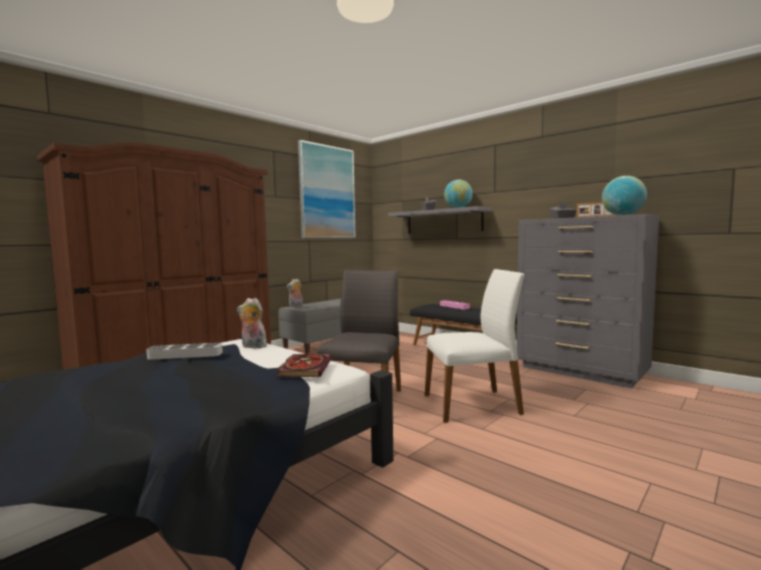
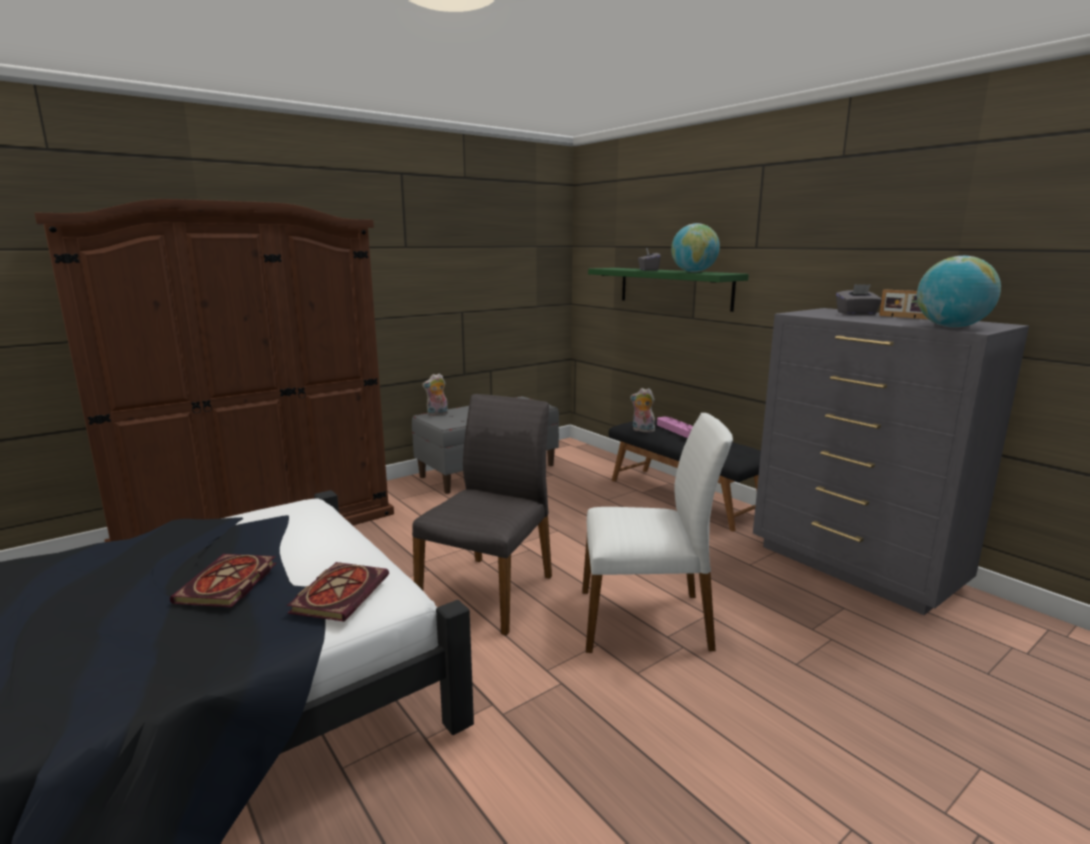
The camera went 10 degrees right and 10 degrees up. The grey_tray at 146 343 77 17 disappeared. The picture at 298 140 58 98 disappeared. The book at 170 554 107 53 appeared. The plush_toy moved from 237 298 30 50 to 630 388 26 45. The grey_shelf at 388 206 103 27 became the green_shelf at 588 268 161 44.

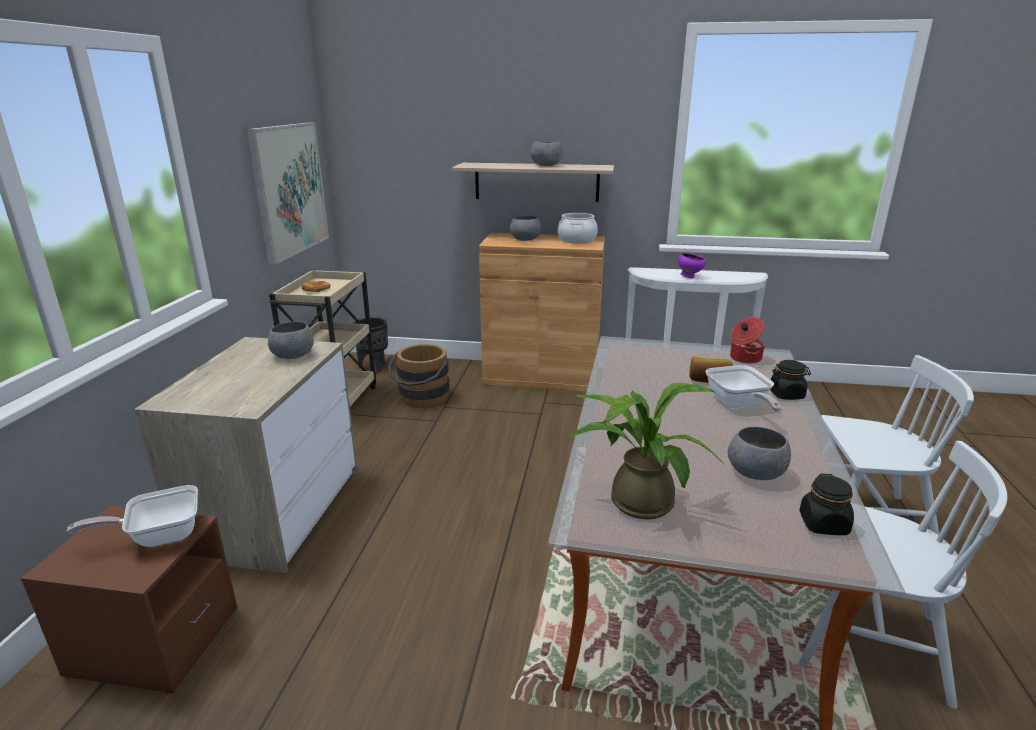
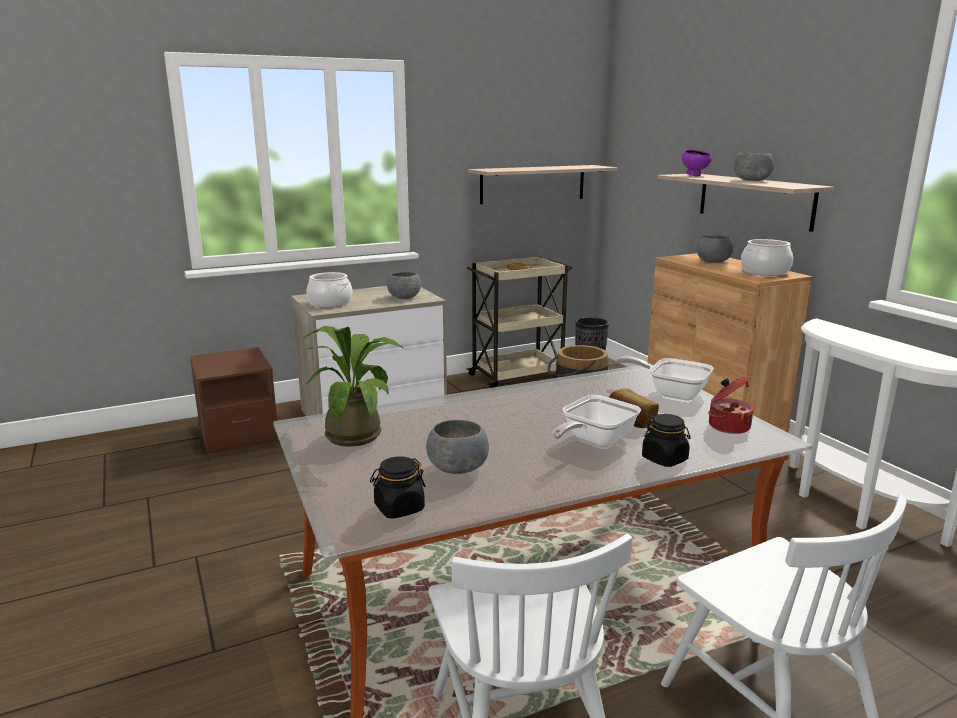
The camera went 55 degrees right and 5 degrees down. The cooking_pot at 307 272 45 35 appeared. The frying_pan moved from 67 485 131 62 to 617 356 97 45. The purple_bowl moved from 678 253 28 25 to 682 150 30 26. The picture at 246 122 83 143 was replaced by the shelf at 468 165 150 39.

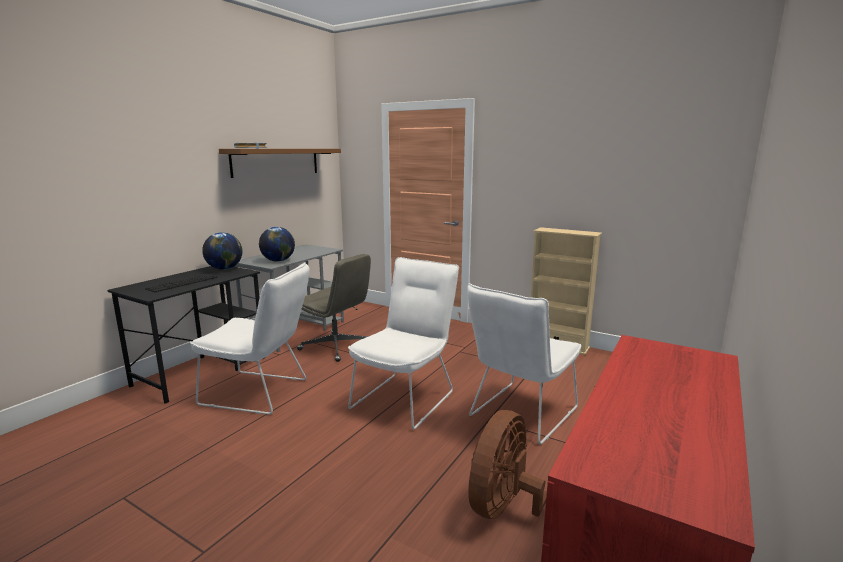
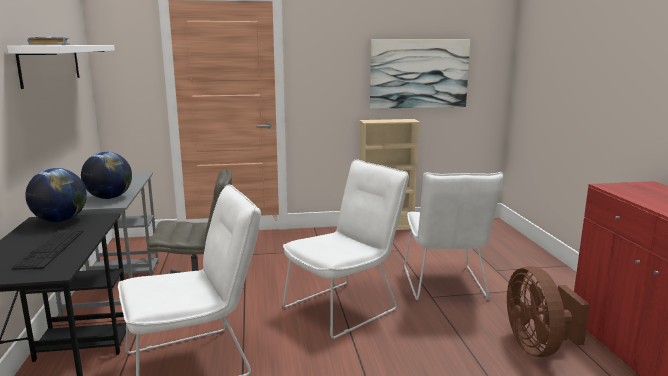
The camera went 40 degrees left and 0 degrees up. The picture at 370 39 100 70 appeared. The brown_shelf at 219 149 122 29 became the white_shelf at 7 45 108 44. The white_chair at 348 257 111 173 turned 60 degrees clockwise.

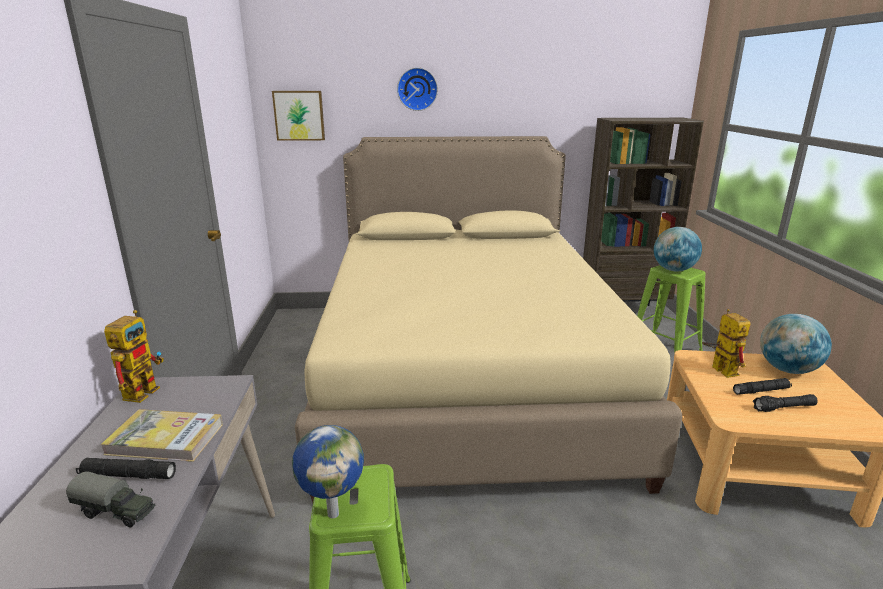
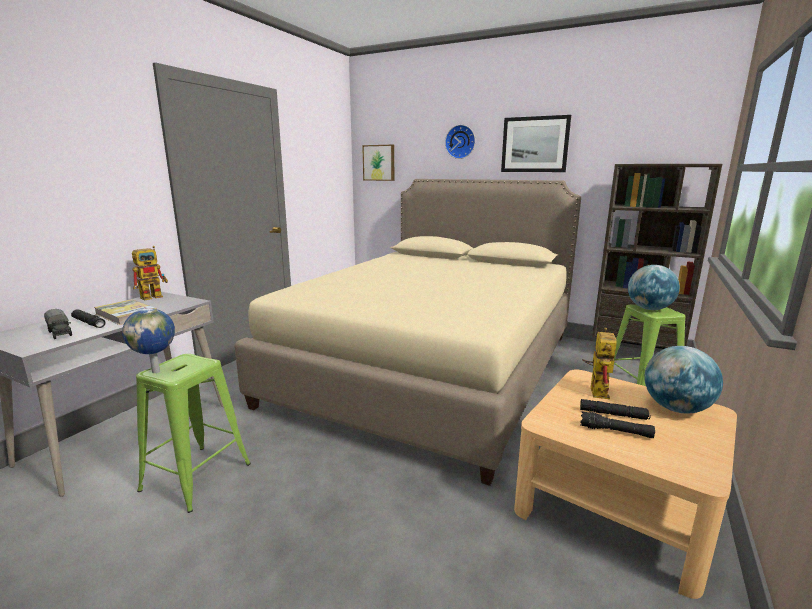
The camera went 30 degrees right and 5 degrees down. The picture at 501 115 70 57 appeared.

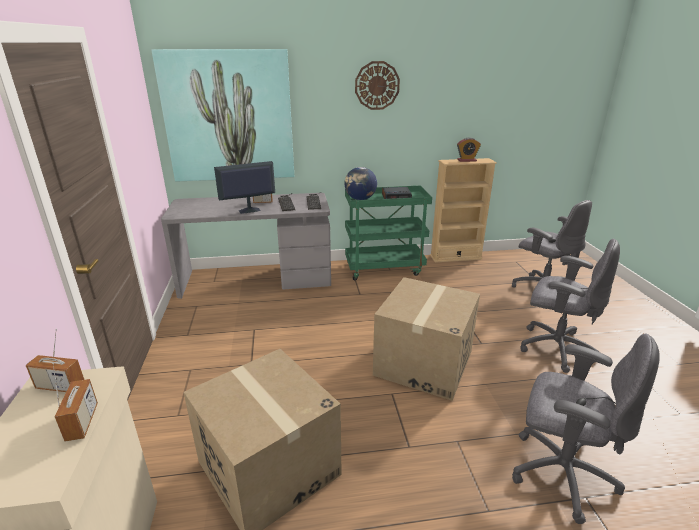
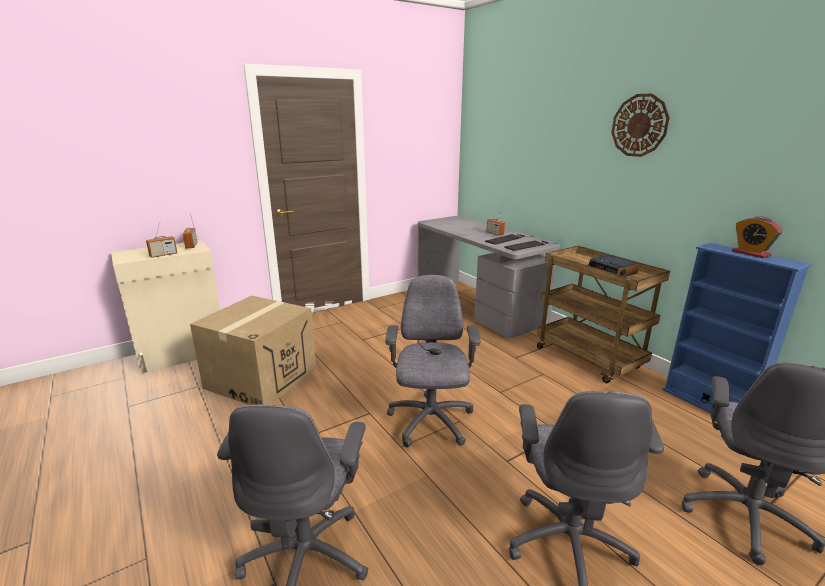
The camera went 65 degrees right and 5 degrees down. The picture at 152 49 142 132 disappeared. The monitor at 214 161 61 53 disappeared. The globe at 344 167 33 33 disappeared. The cardboard_box at 373 277 107 124 was replaced by the grey_office_chair at 385 275 95 172. The green_cart at 345 185 87 95 became the brown_cart at 537 246 133 137. The beige_bookcase at 430 158 67 105 became the blue_bookcase at 662 243 150 170.

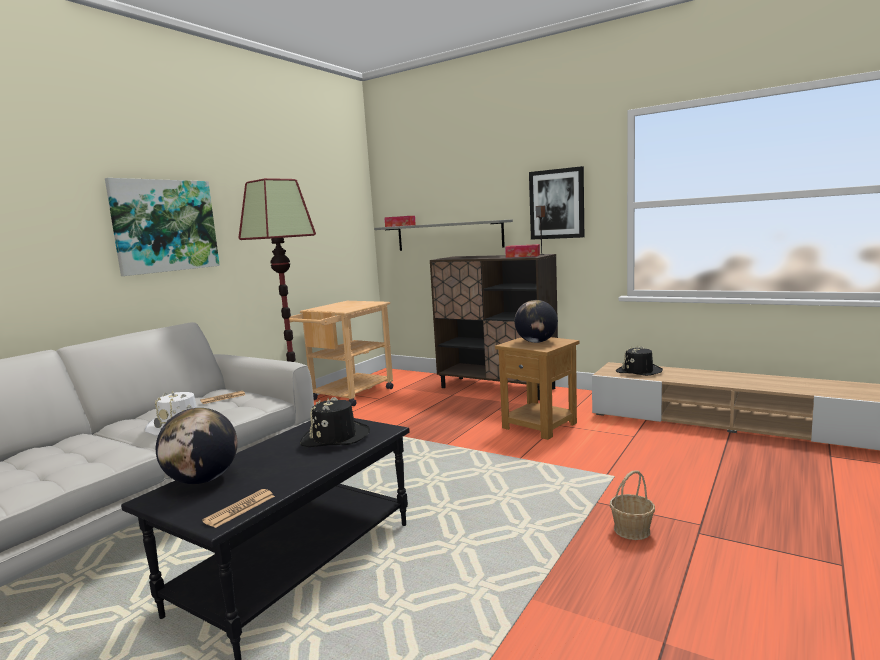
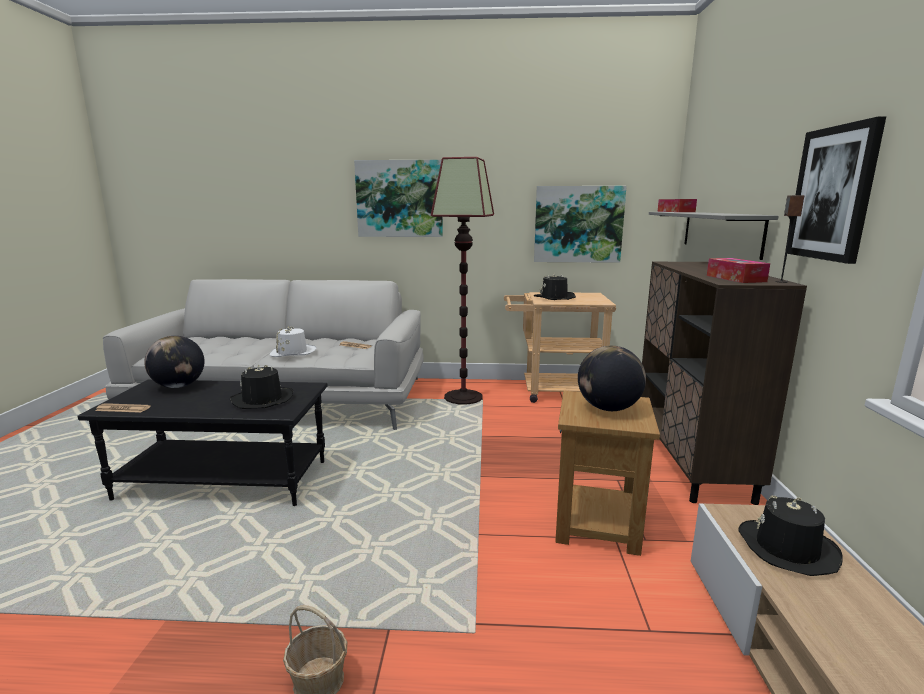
The camera went 60 degrees right and 5 degrees up. The picture at 534 186 93 77 appeared. The black_hat at 534 273 42 27 appeared.

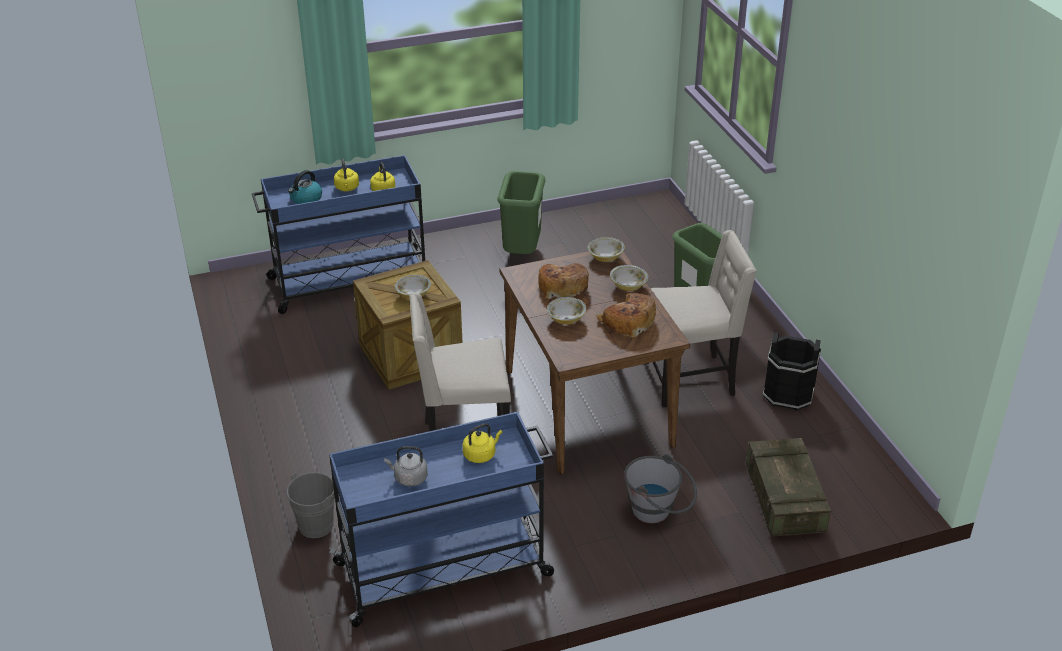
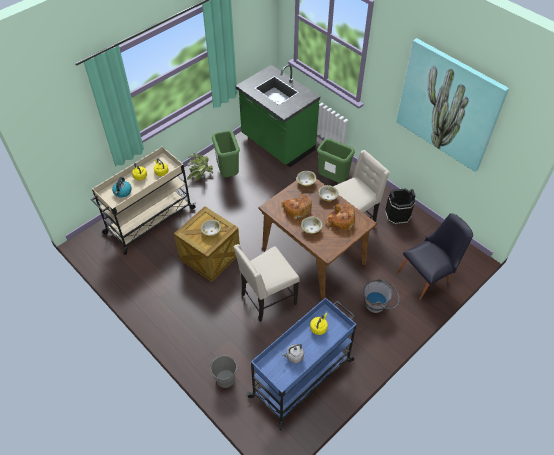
The camera went 25 degrees left and 15 degrees up. The potted_plant at 187 153 26 28 appeared. The green_counter at 236 65 84 102 appeared. The picture at 396 38 113 134 appeared. The crate at 746 438 85 99 was replaced by the black_chair at 397 213 76 87. The blue_cart at 252 155 173 159 became the beige_cart at 91 147 105 108.

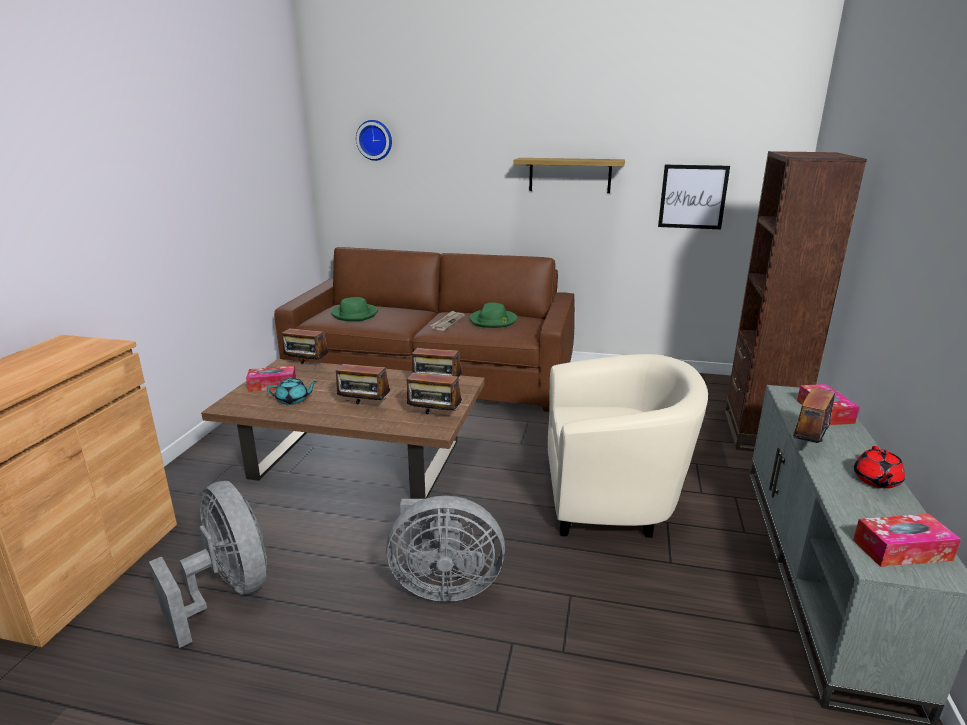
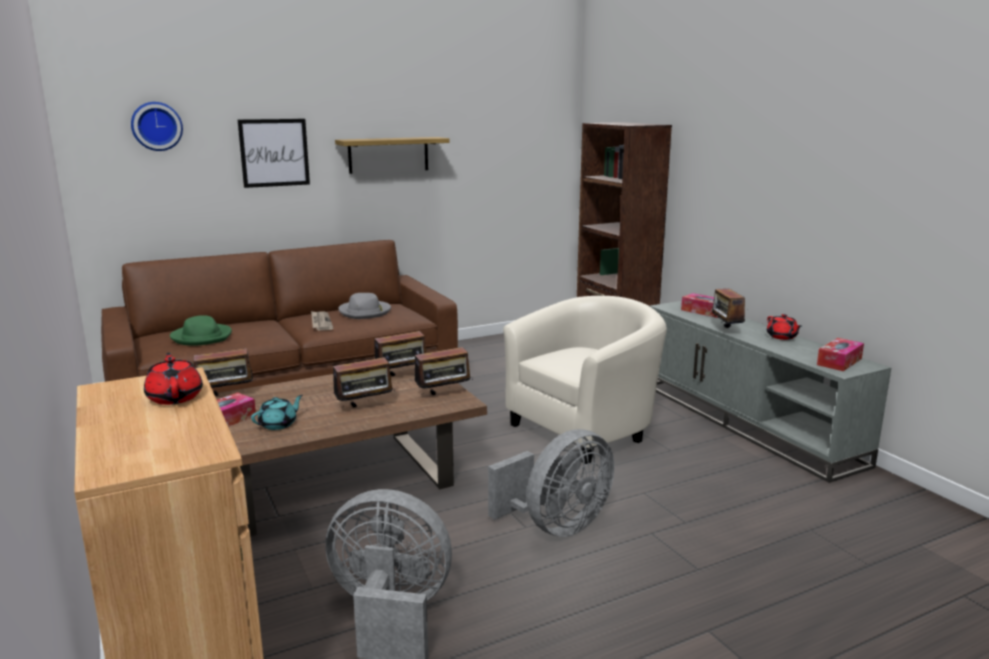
The camera went 40 degrees left and 5 degrees down. The red_teapot at 144 353 59 52 appeared. The picture moved from 658 165 72 64 to 238 119 72 69. The green_hat at 470 302 48 26 became the grey_hat at 338 293 53 26.

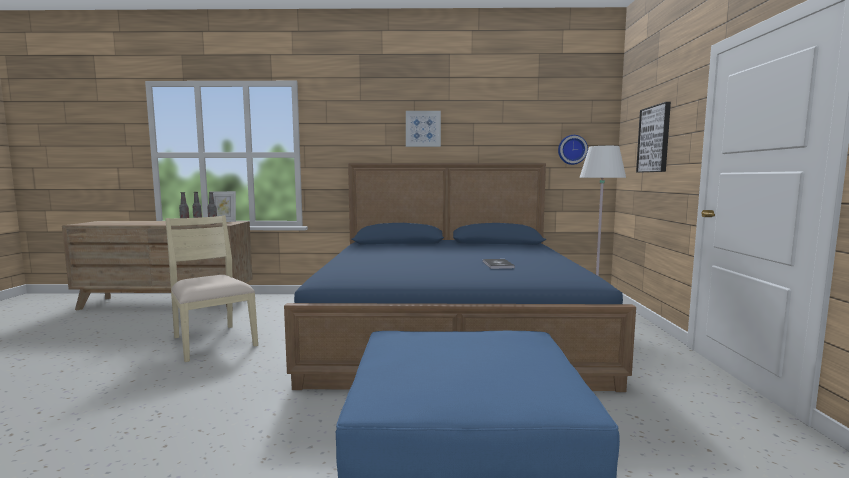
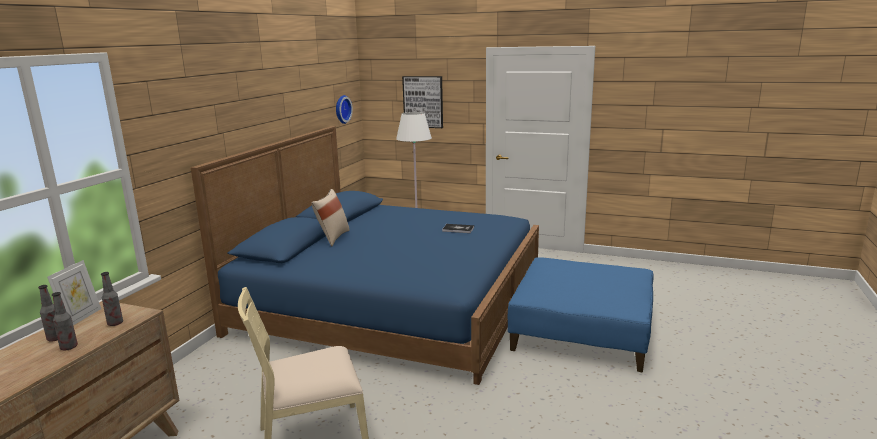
The camera went 70 degrees left and 10 degrees up. The picture at 406 111 35 36 disappeared. The beige_pillow at 311 189 39 57 appeared.

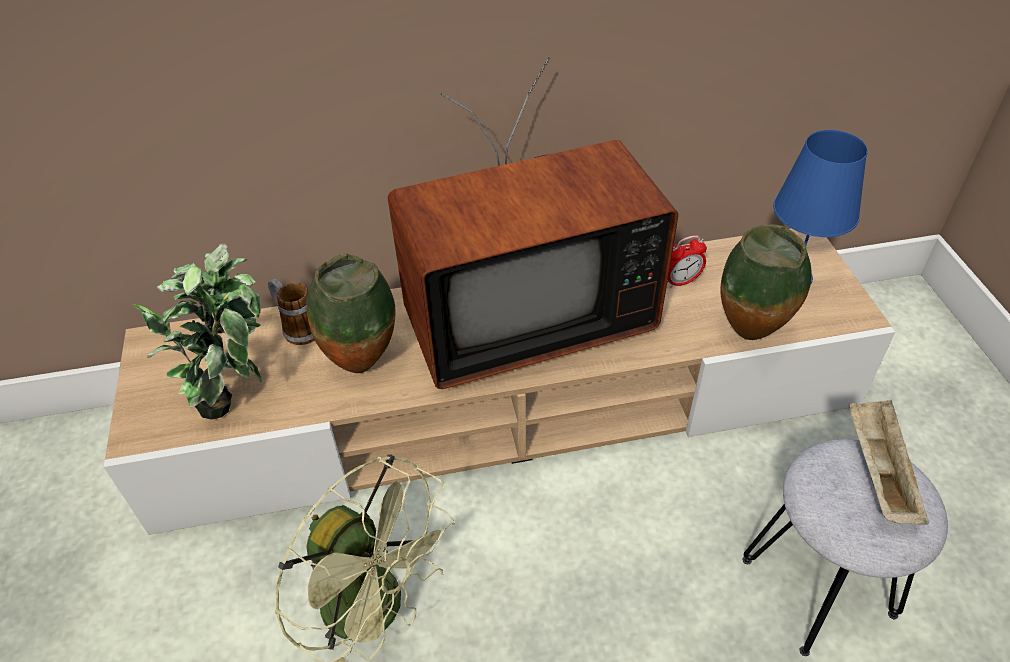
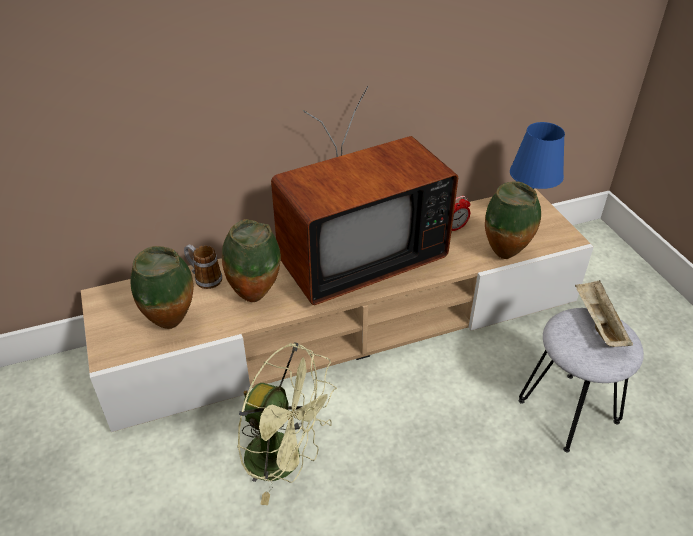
The camera went 10 degrees left and 5 degrees down. The potted_plant at 133 244 129 176 was replaced by the vase at 130 246 64 83.

